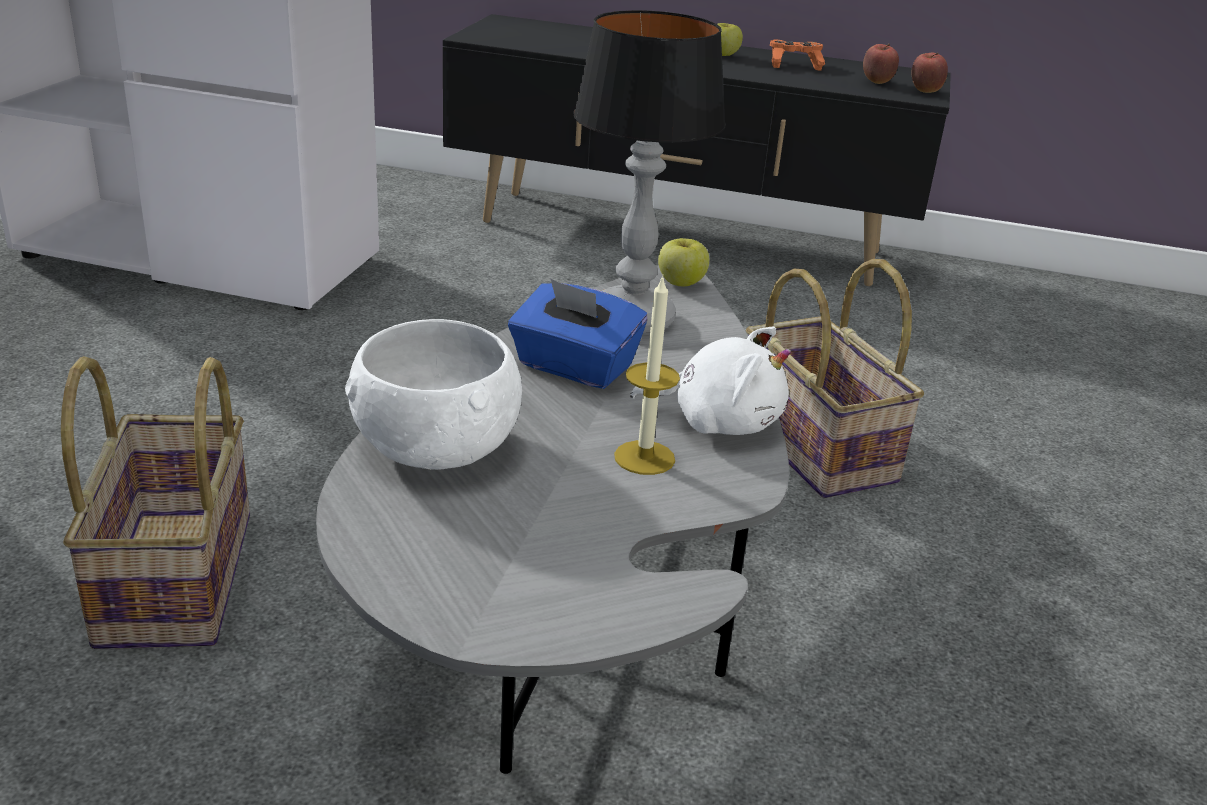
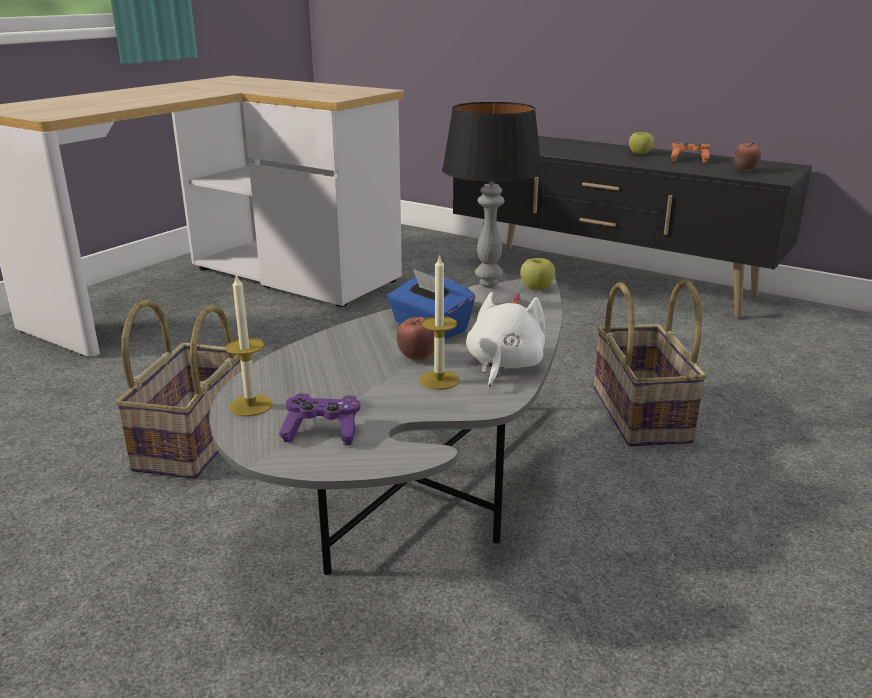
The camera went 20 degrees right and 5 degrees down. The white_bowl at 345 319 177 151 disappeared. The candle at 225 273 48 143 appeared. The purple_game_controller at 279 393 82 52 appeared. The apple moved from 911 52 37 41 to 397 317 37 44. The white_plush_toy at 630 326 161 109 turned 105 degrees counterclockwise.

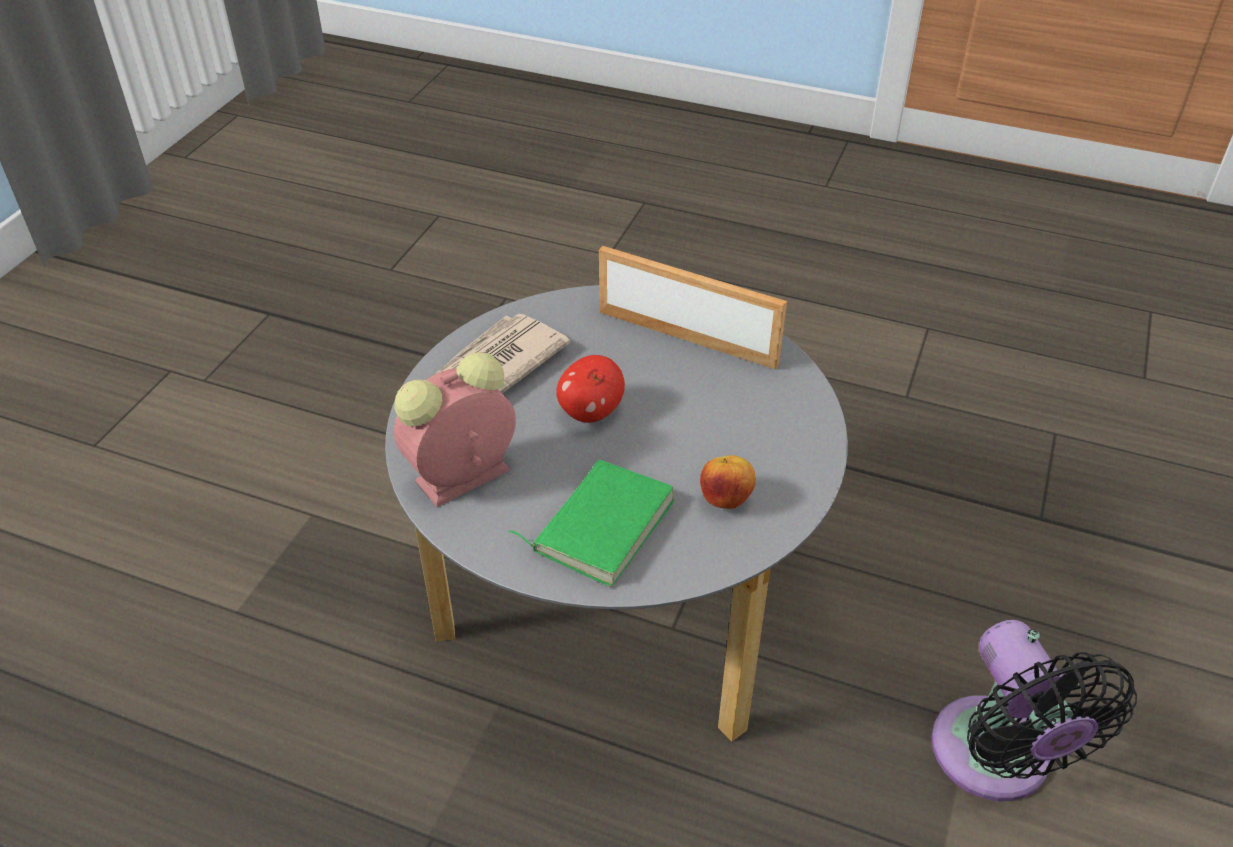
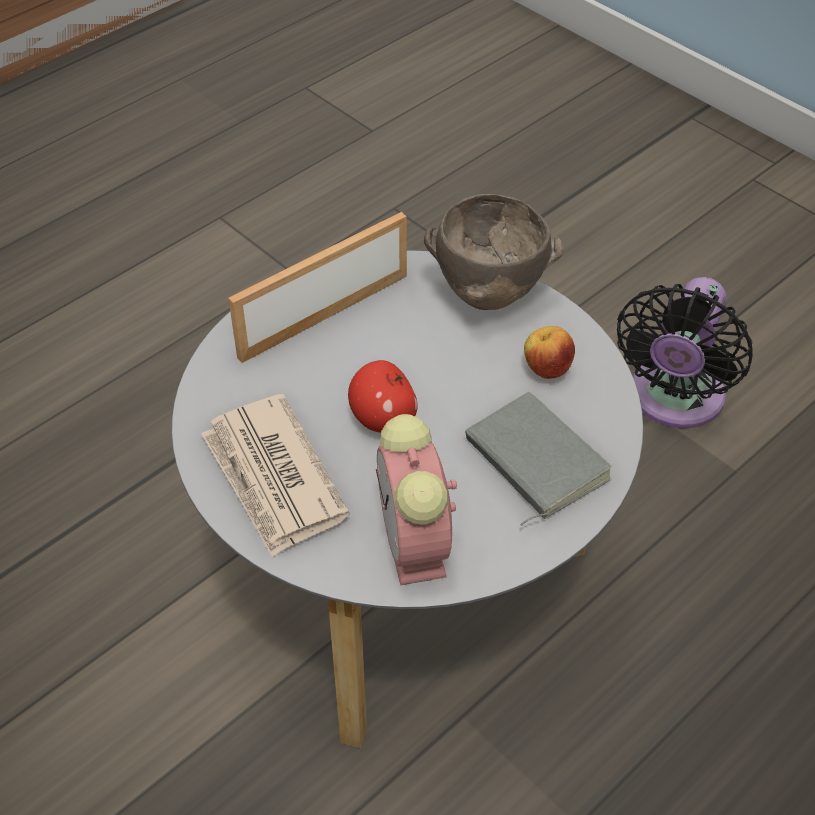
The camera went 65 degrees left and 5 degrees up. The brown_bowl at 424 194 140 116 appeared. The green_book at 508 460 166 127 became the grey_book at 465 392 147 134. The black_fan at 931 620 206 181 turned 105 degrees clockwise.

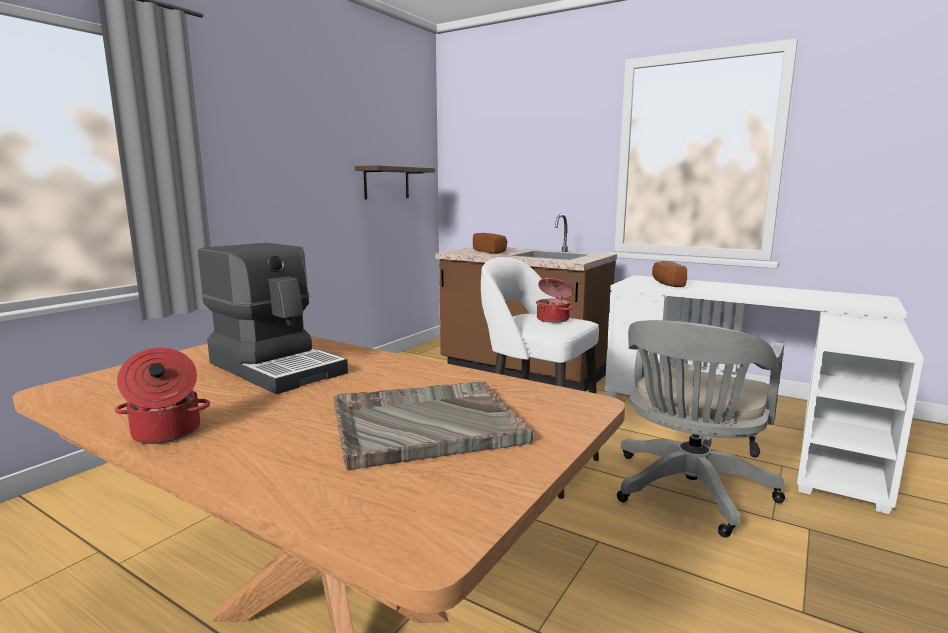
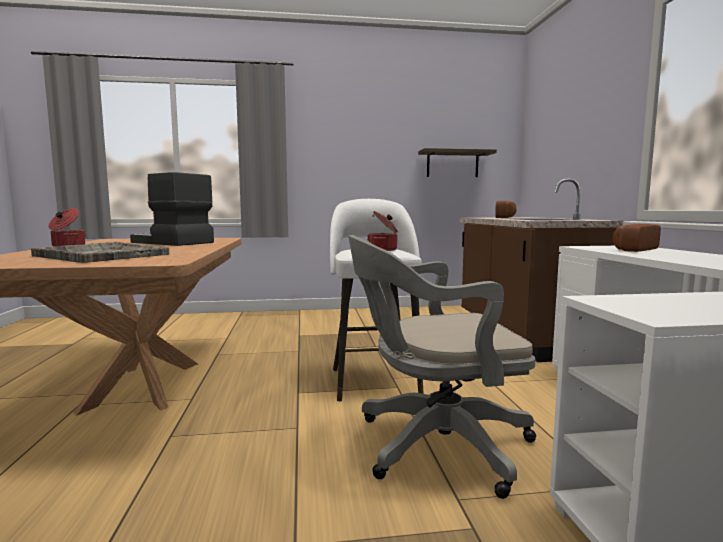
The camera went 50 degrees right and 5 degrees down. The coffee_machine at 198 243 150 151 turned 120 degrees clockwise.

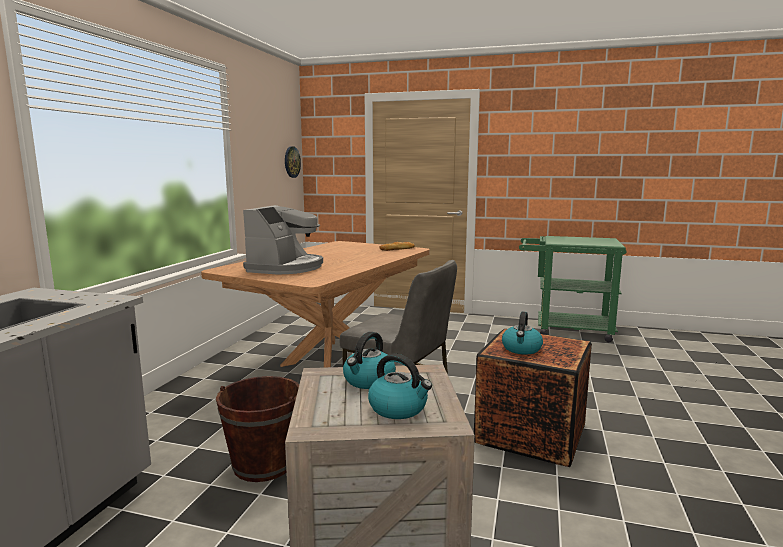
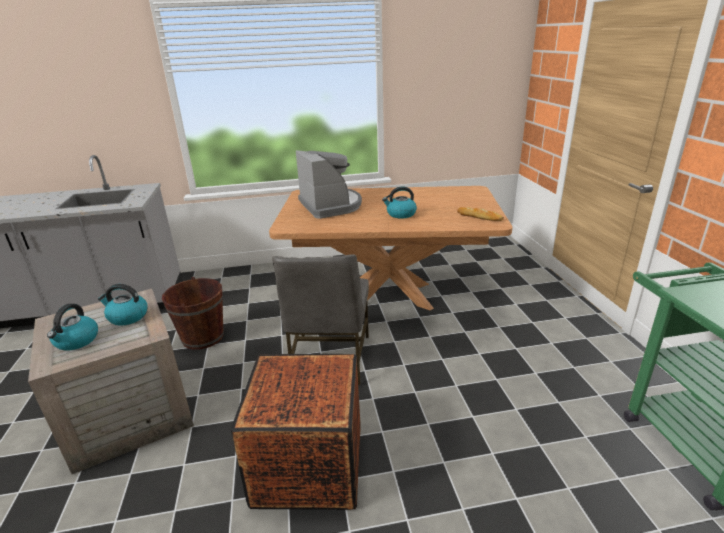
The camera went 65 degrees right and 15 degrees up. The wall_clock at 285 146 16 32 disappeared. The kettle moved from 502 312 41 42 to 382 187 35 32. The coffee_machine at 243 205 80 69 turned 105 degrees counterclockwise.

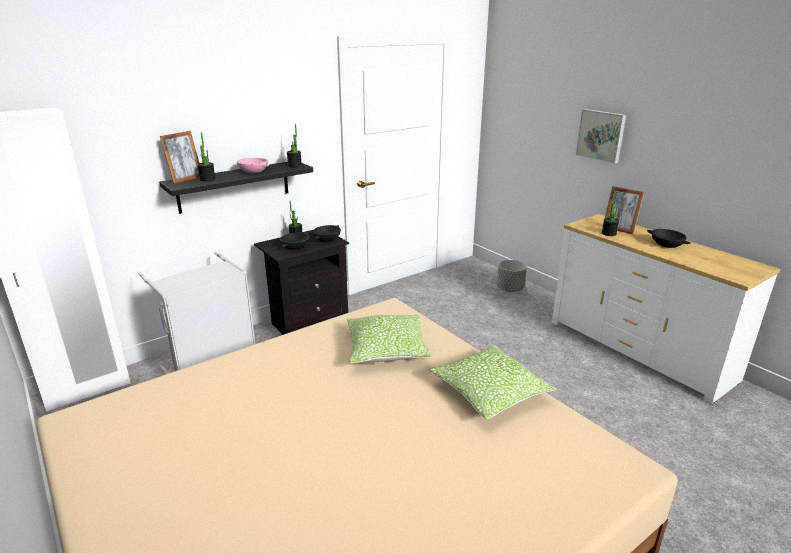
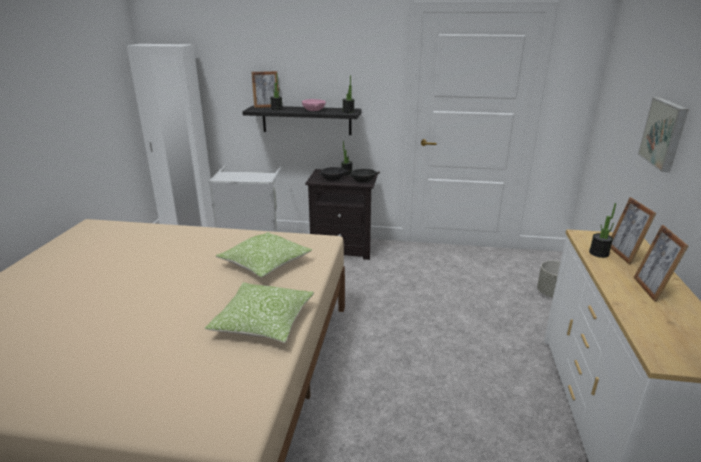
The camera went 45 degrees right and 0 degrees up. The black_bowl at 647 229 44 19 was replaced by the picture_frame at 633 225 56 77.

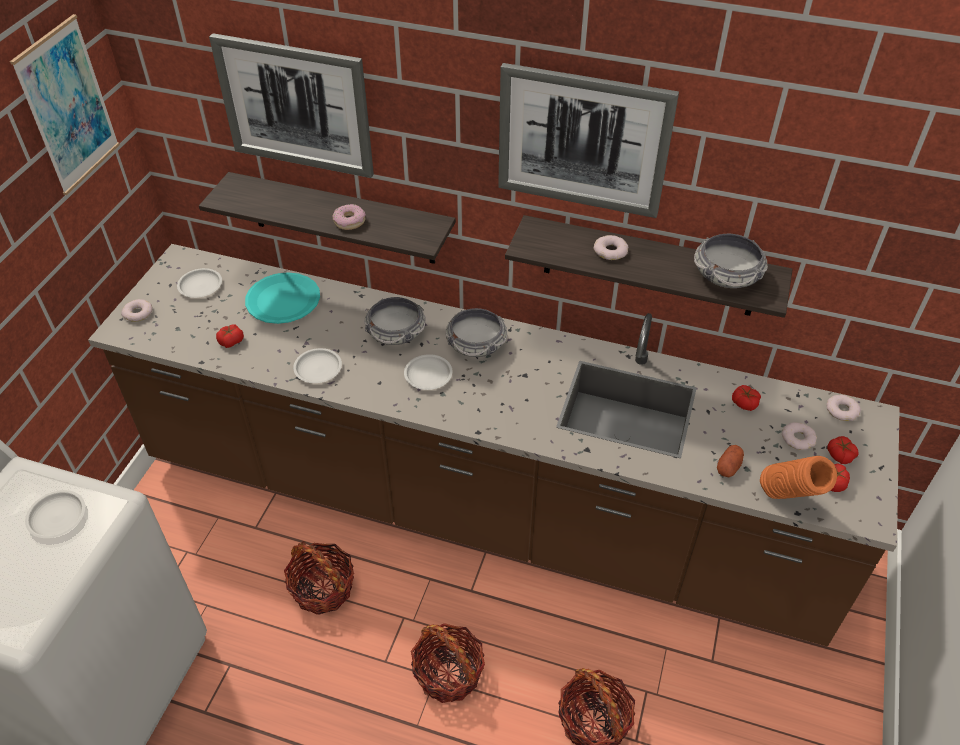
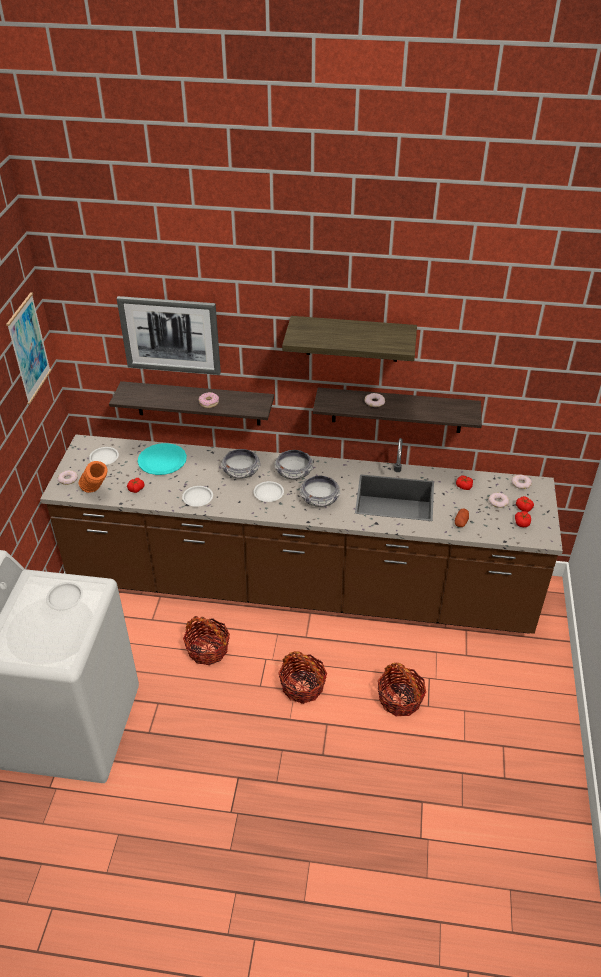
The camera went 10 degrees left and 5 degrees down. The bowl moved from 694 234 74 54 to 300 476 40 31. The orange_vase moved from 760 456 77 43 to 79 461 28 32. The picture at 498 63 181 155 was replaced by the shelf at 282 316 135 46.

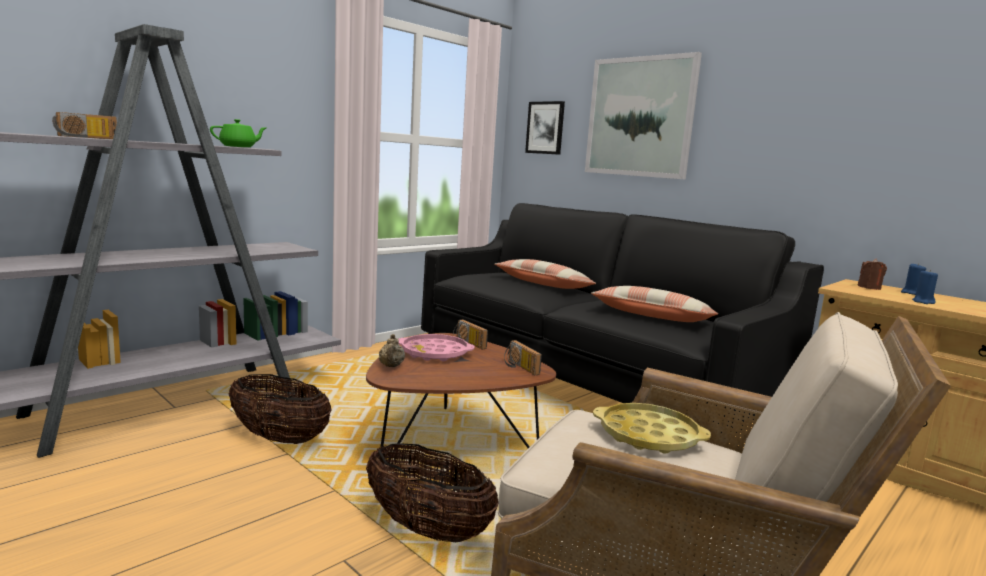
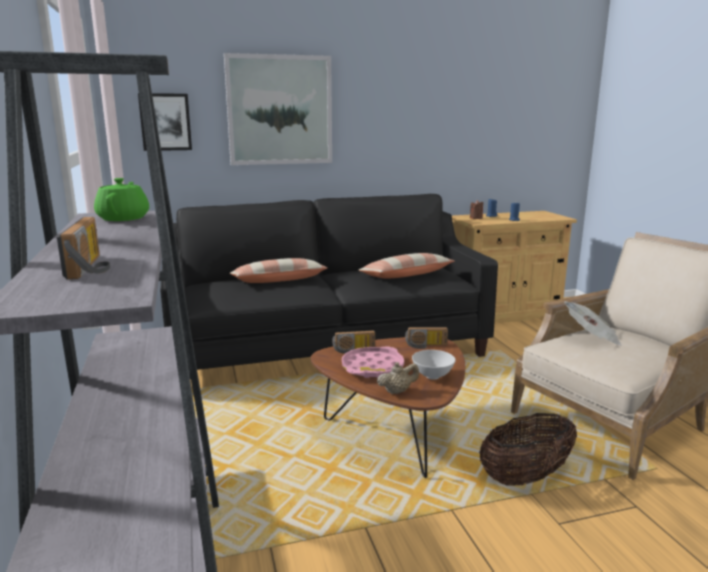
The camera went 60 degrees left and 5 degrees up. The basket at 229 374 103 70 disappeared. The white_bowl at 412 350 44 30 appeared. The yellow_tray at 593 403 118 51 was replaced by the newspaper at 564 301 58 45. The beige_teapot at 379 334 26 33 turned 45 degrees counterclockwise.

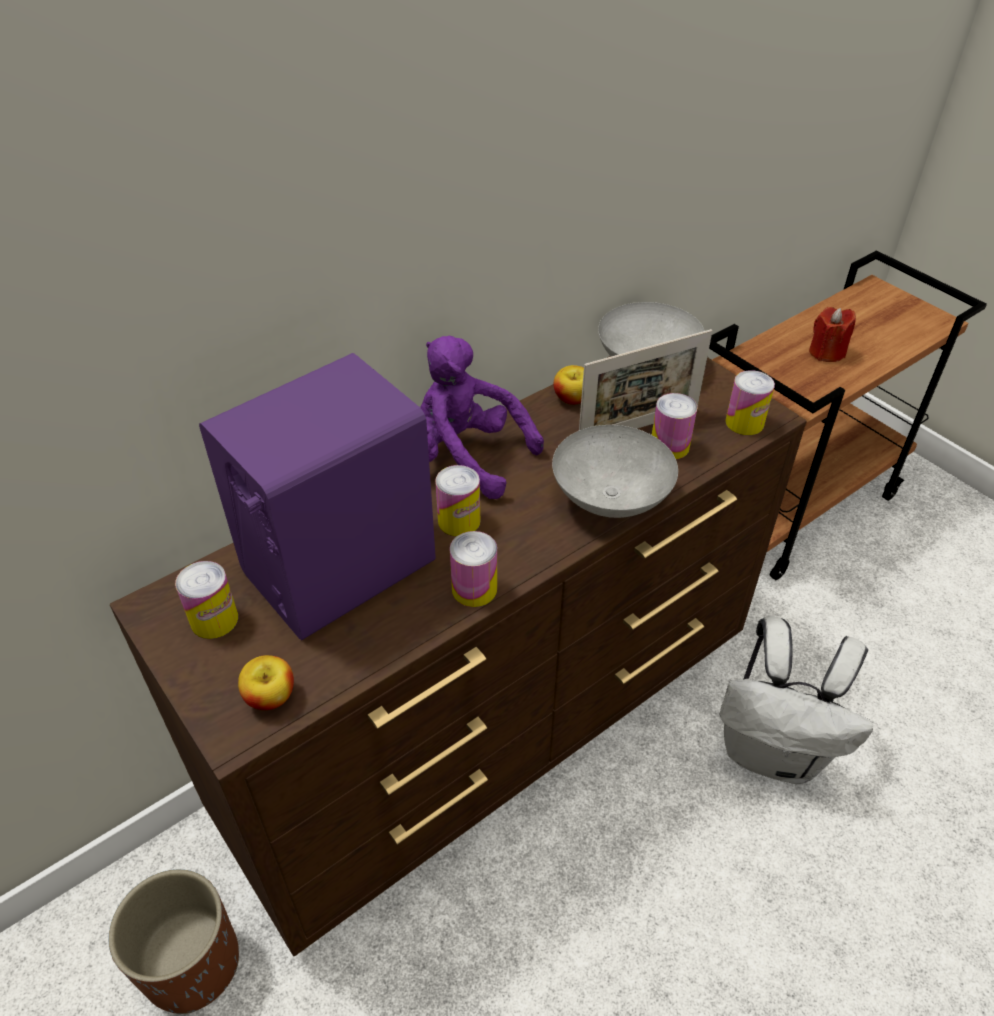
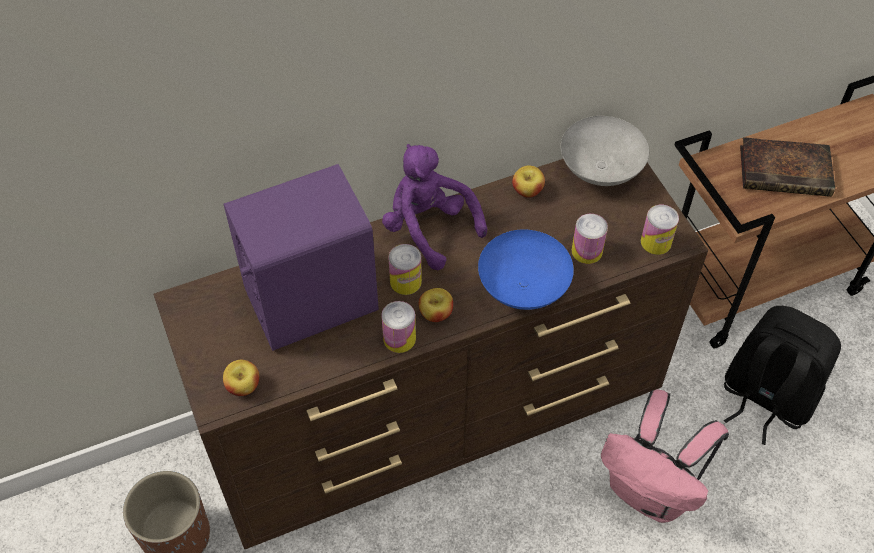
The camera went 15 degrees right and 10 degrees up. The can at 175 561 63 78 disappeared. The picture_frame at 579 329 134 101 disappeared. The apple at 419 288 34 34 appeared. The black_backpack at 723 306 118 139 appeared. The red_candle at 809 307 47 55 was replaced by the book at 740 137 95 60. The grey_bowl at 552 425 126 93 became the blue_bowl at 478 230 96 80. The white_backpack at 719 616 154 168 became the pink_backpack at 601 389 128 134.

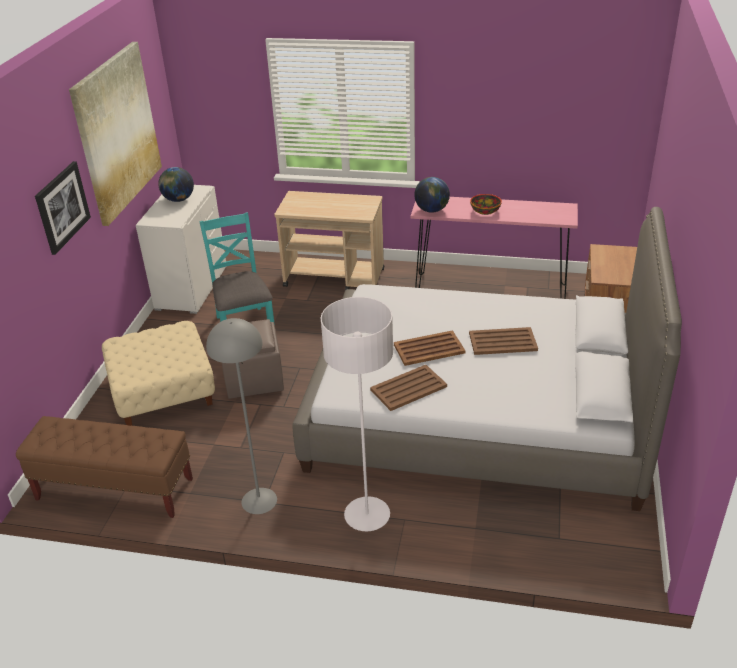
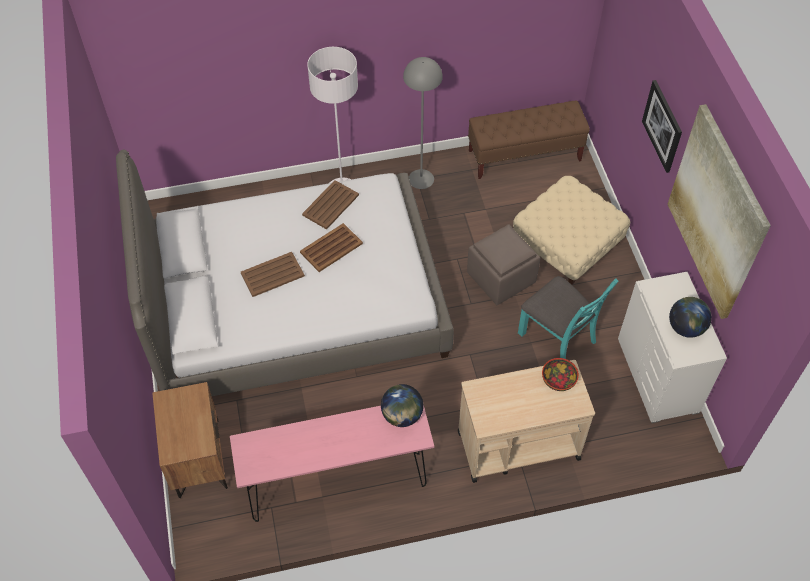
The camera went 155 degrees right and 20 degrees up. The bowl moved from 470 194 32 21 to 542 358 37 33.

